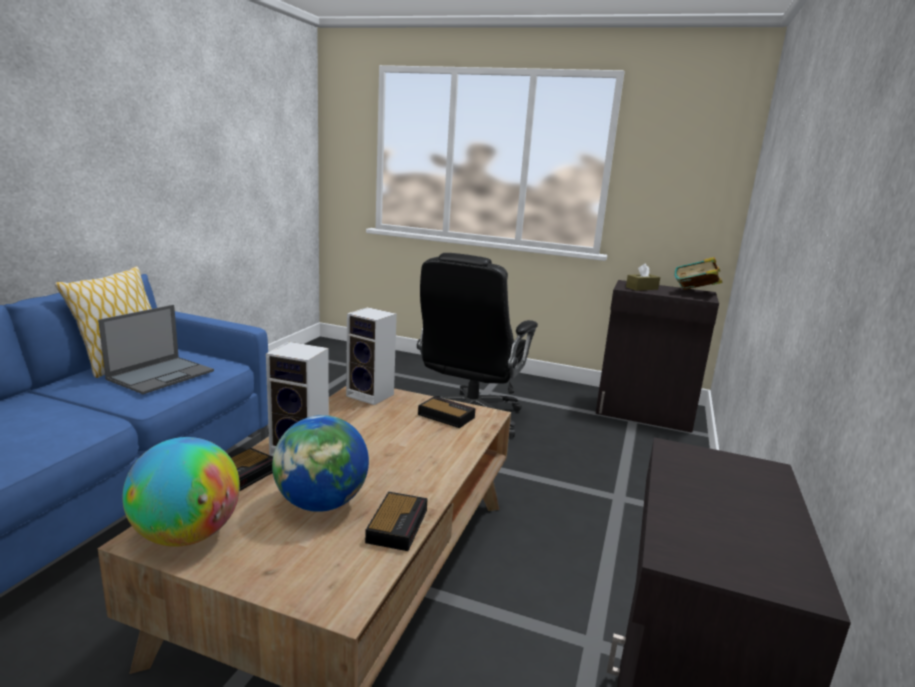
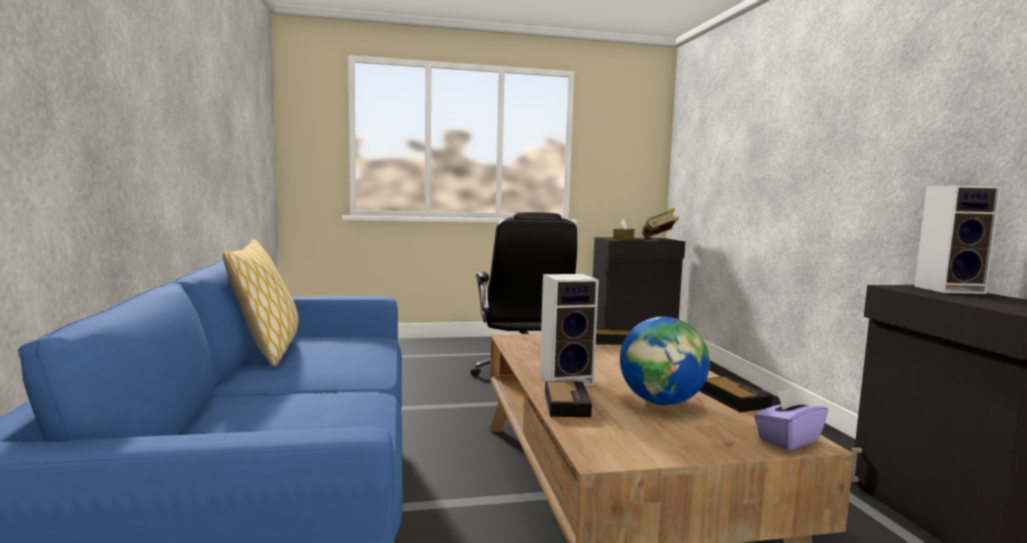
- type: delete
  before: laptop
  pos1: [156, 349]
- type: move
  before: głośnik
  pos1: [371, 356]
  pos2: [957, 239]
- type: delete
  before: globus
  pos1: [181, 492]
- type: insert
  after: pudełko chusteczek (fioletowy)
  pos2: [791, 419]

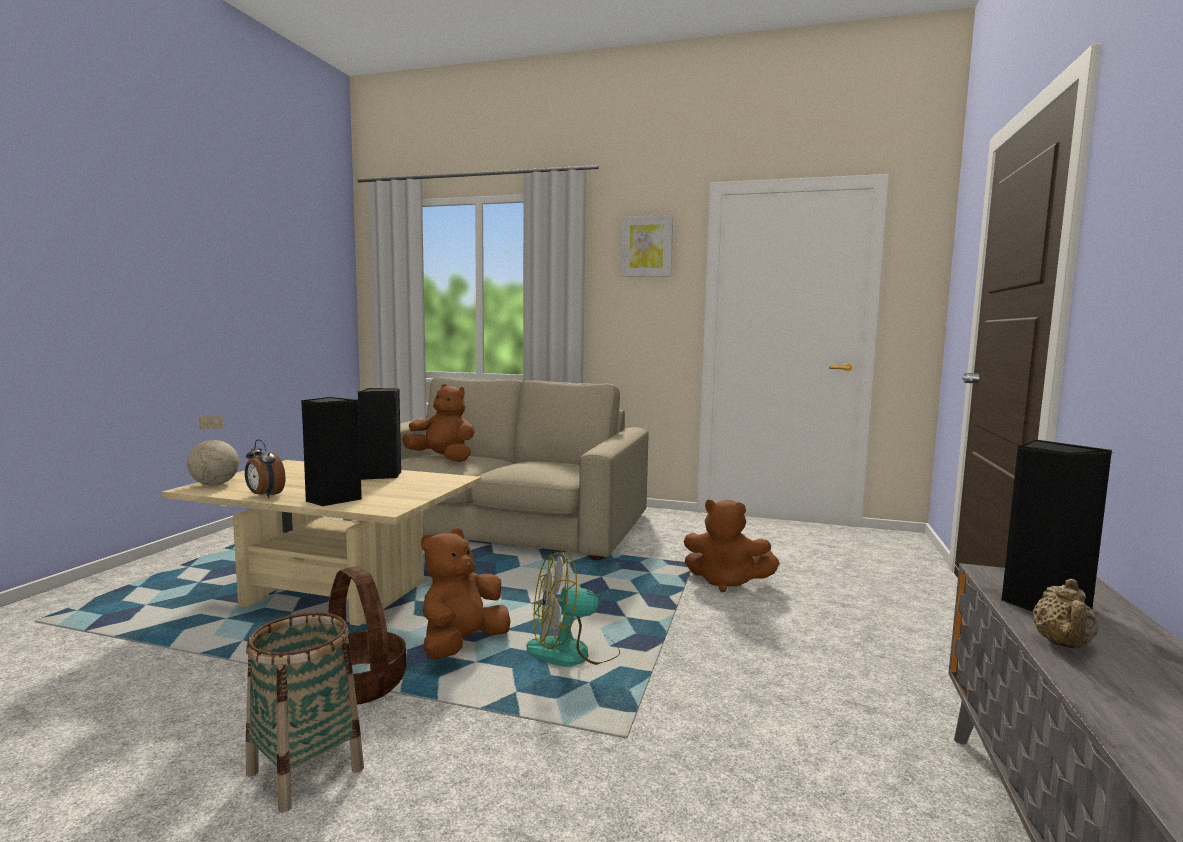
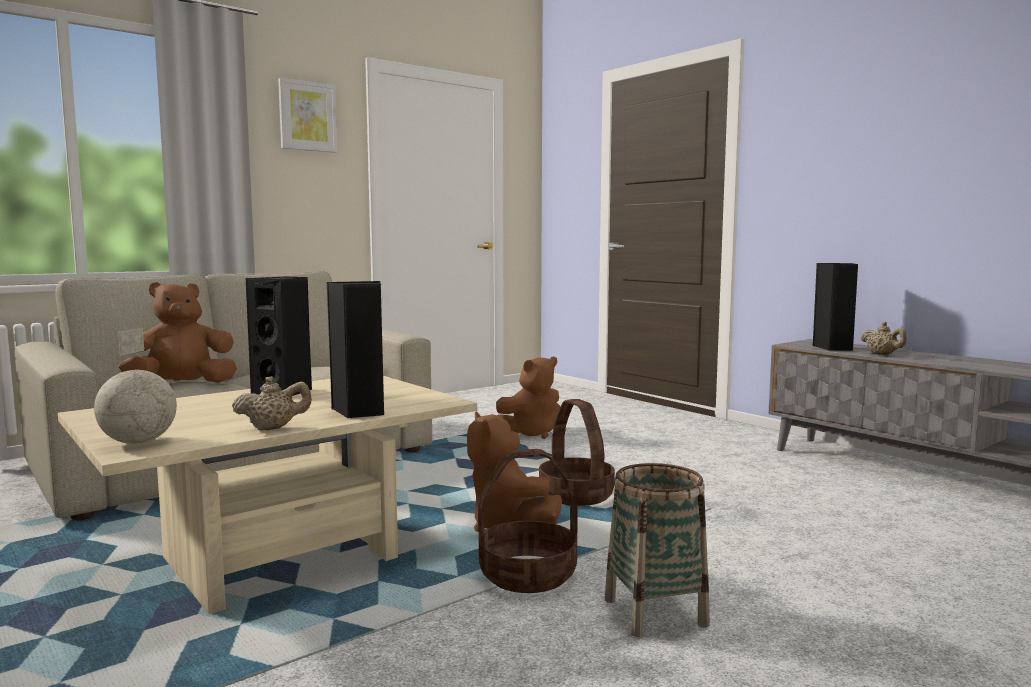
- type: replace
  before: budzik
  after: imbryk (beżowy)
  pos1: [265, 468]
  pos2: [272, 403]
- type: replace
  before: wentylator
  after: koszyk
  pos1: [573, 609]
  pos2: [577, 452]

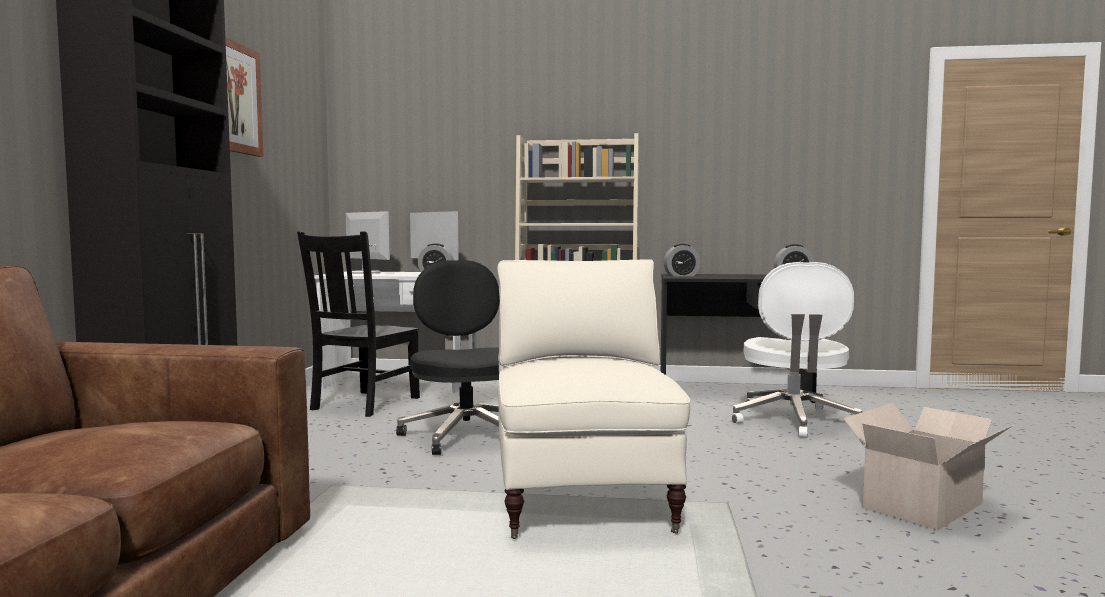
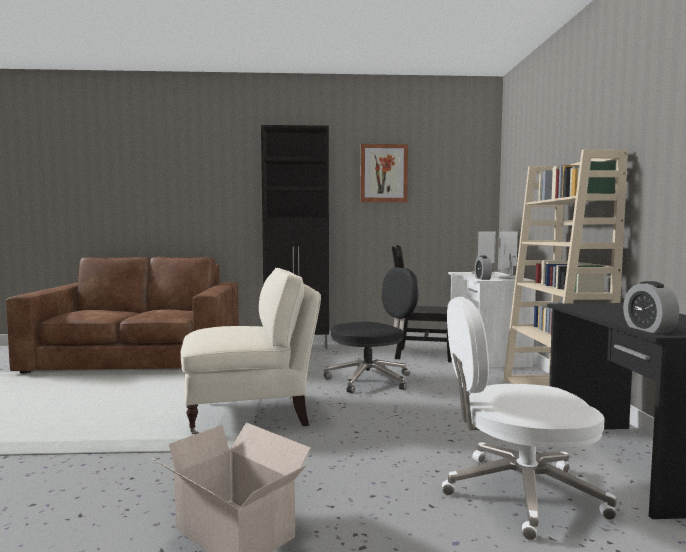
- type: delete
  before: budzik
  pos1: [682, 260]

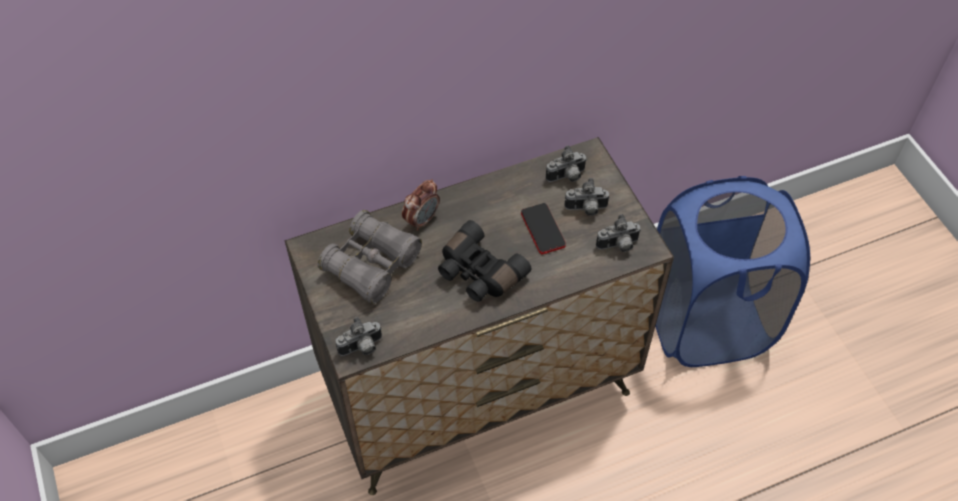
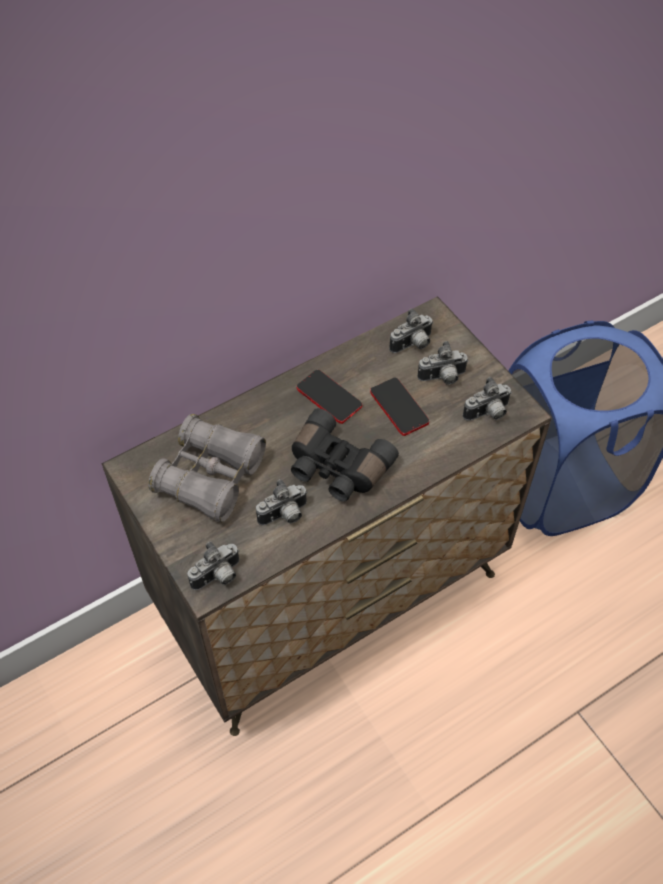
- type: delete
  before: budzik
  pos1: [421, 205]
- type: insert
  after: telefon
  pos2: [329, 397]
- type: insert
  after: aparat fotograficzny
  pos2: [282, 502]

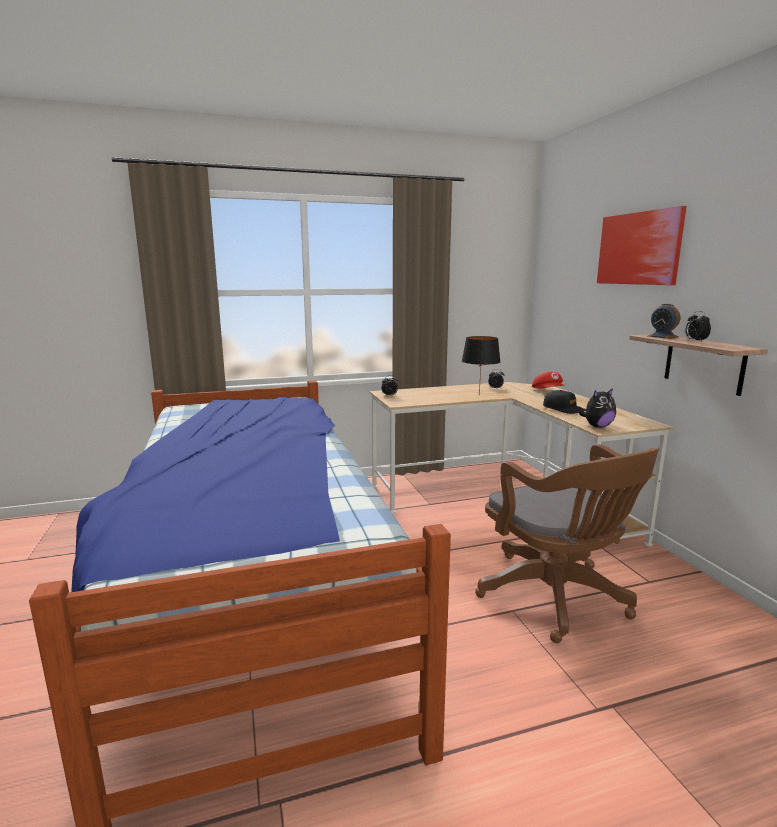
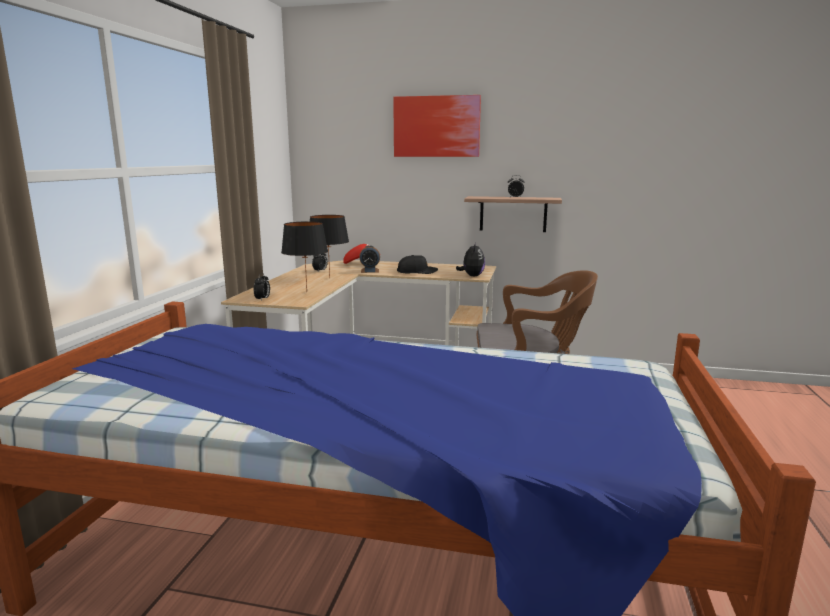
- type: move
  before: budzik
  pos1: [663, 321]
  pos2: [369, 259]
- type: insert
  after: lampa stołowa (czarny)
  pos2: [304, 256]

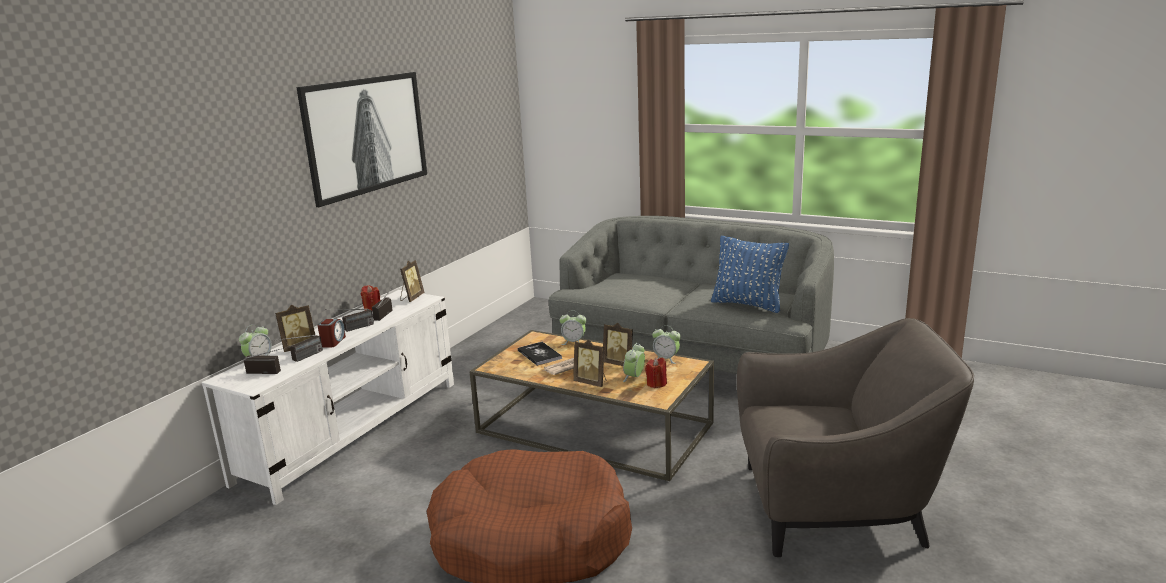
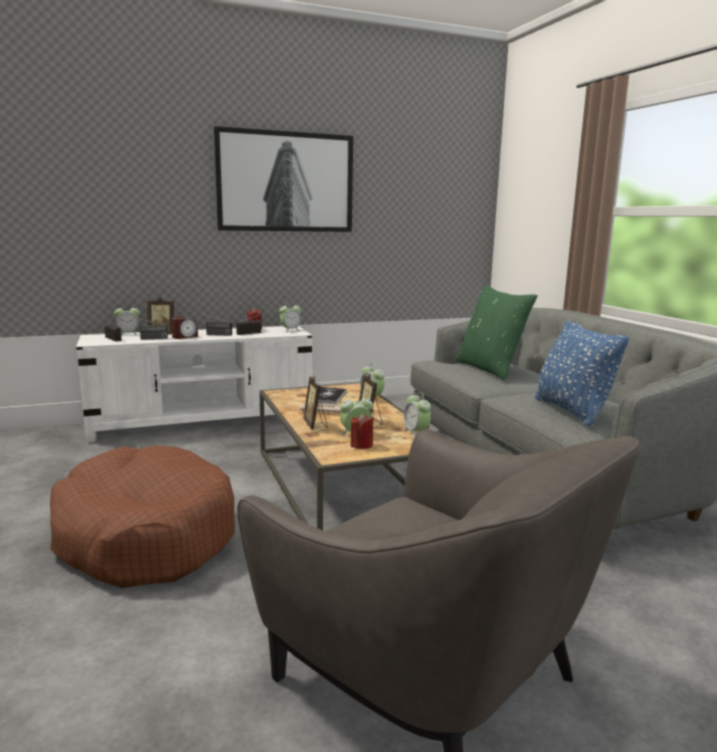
- type: replace
  before: ramka na zdjęcie
  after: budzik
  pos1: [412, 281]
  pos2: [290, 317]
- type: insert
  after: poduszka (zielony)
  pos2: [496, 332]

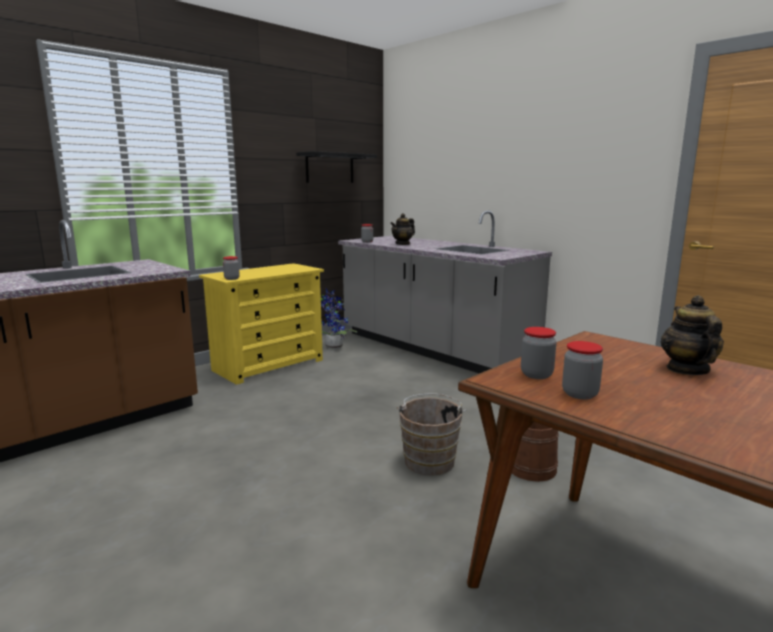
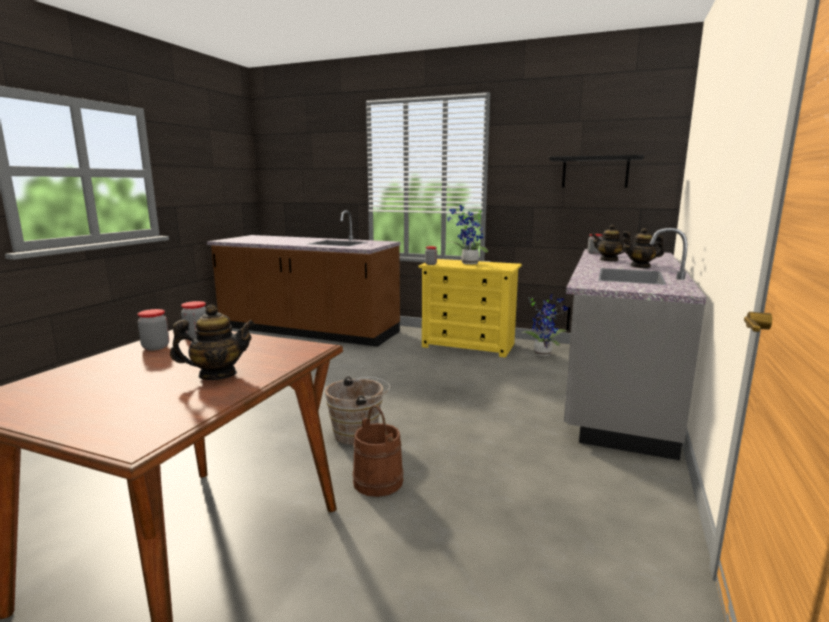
- type: insert
  after: roślina doniczkowa
  pos2: [466, 234]
- type: insert
  after: imbryk
  pos2: [643, 248]

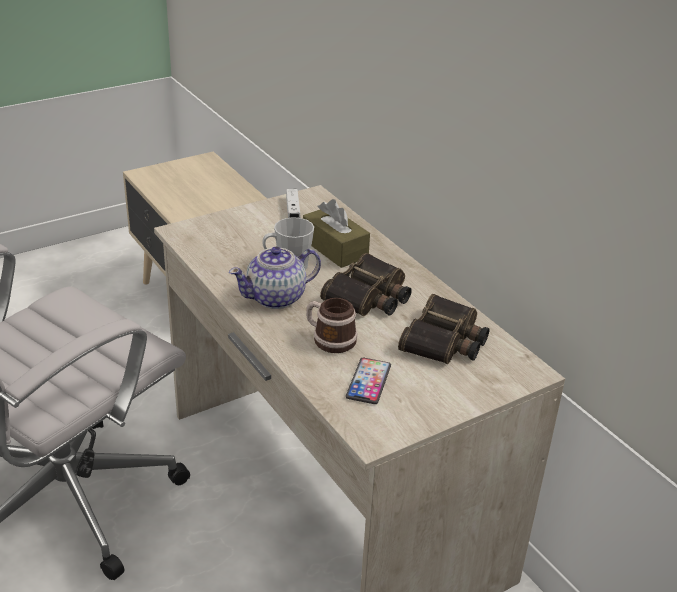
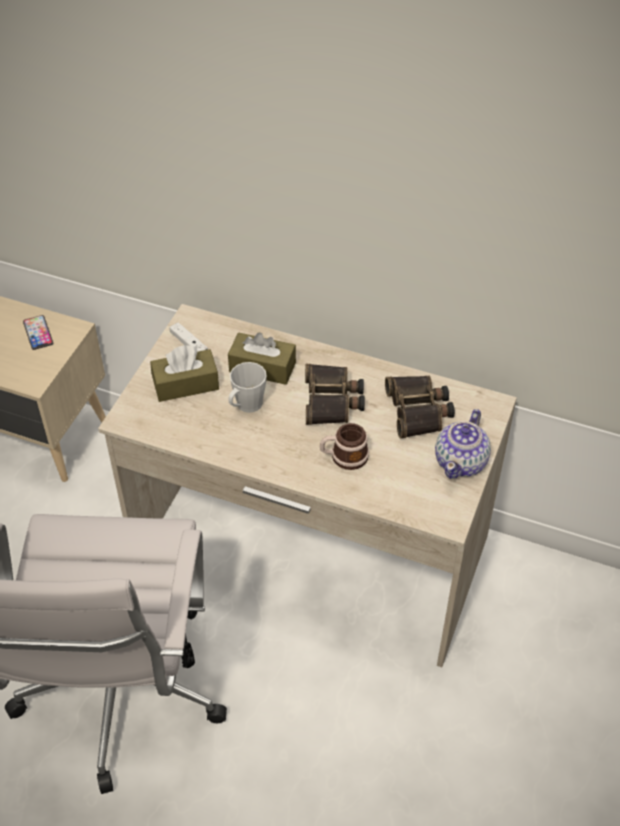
- type: move
  before: imbryk
  pos1: [275, 278]
  pos2: [463, 444]
- type: move
  before: telefon
  pos1: [368, 381]
  pos2: [38, 332]
- type: insert
  after: pudełko chusteczek (brązowy)
  pos2: [184, 373]

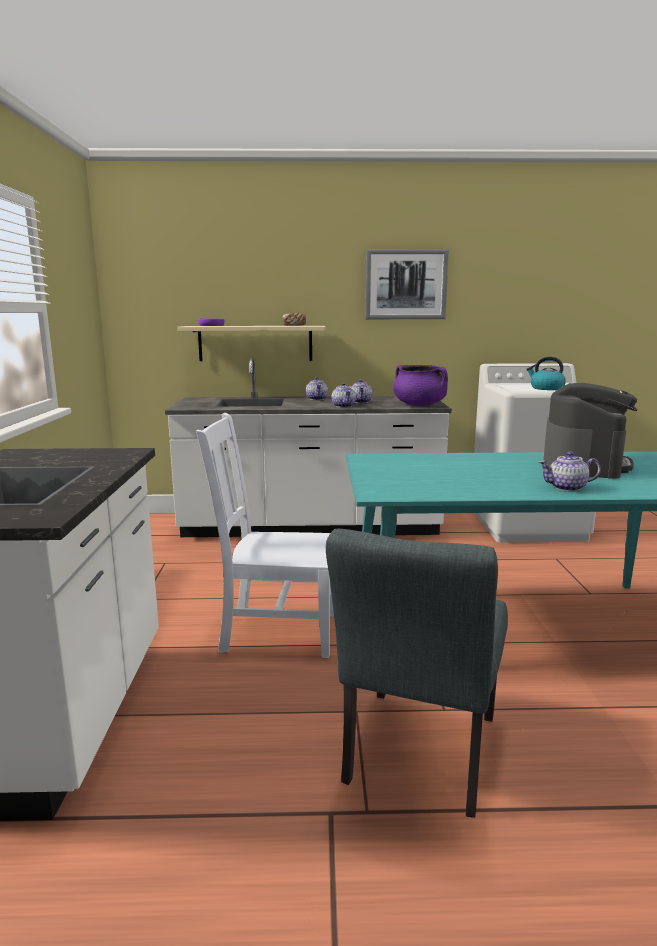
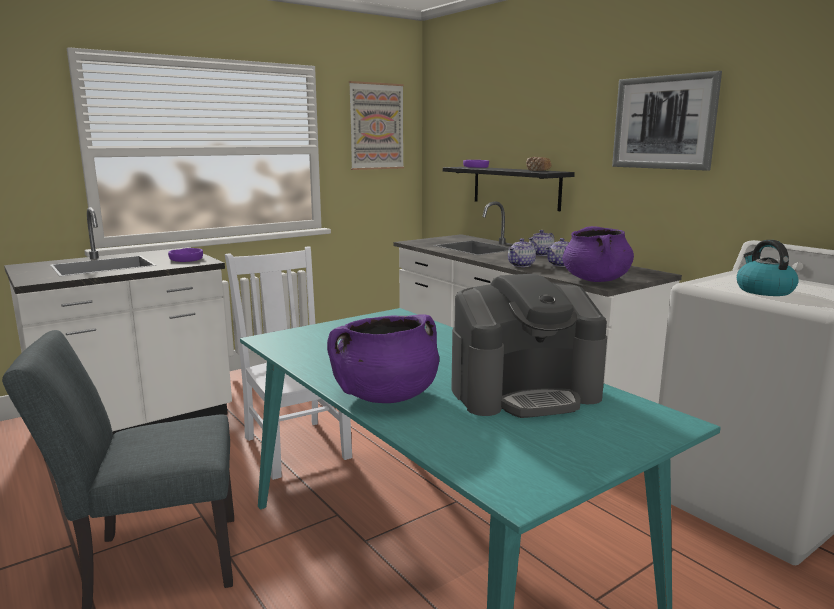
- type: recolor
  before: półka (beżowy)
  after: półka (czarny)
  pos1: [251, 343]
  pos2: [509, 189]
- type: replace
  before: imbryk
  after: garnek (fioletowy)
  pos1: [569, 471]
  pos2: [383, 358]
- type: insert
  after: obraz
  pos2: [376, 125]
- type: insert
  after: miska (fioletowy)
  pos2: [185, 255]

